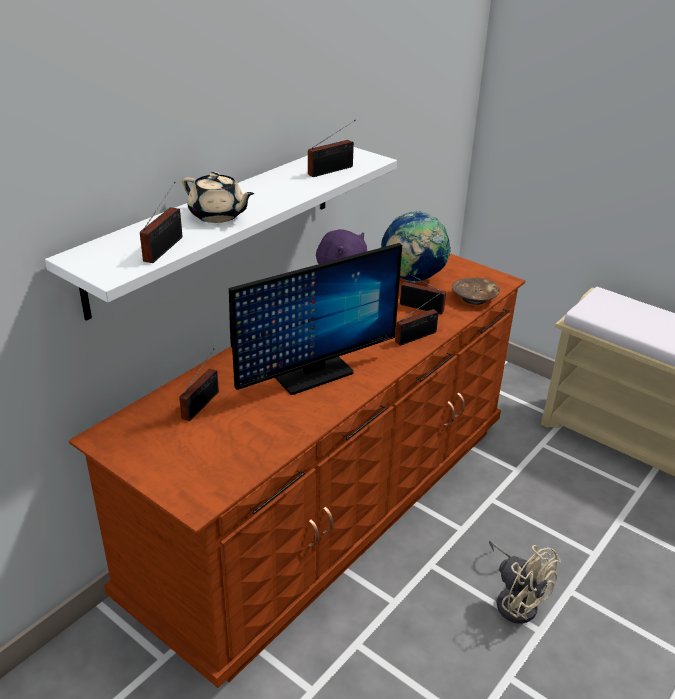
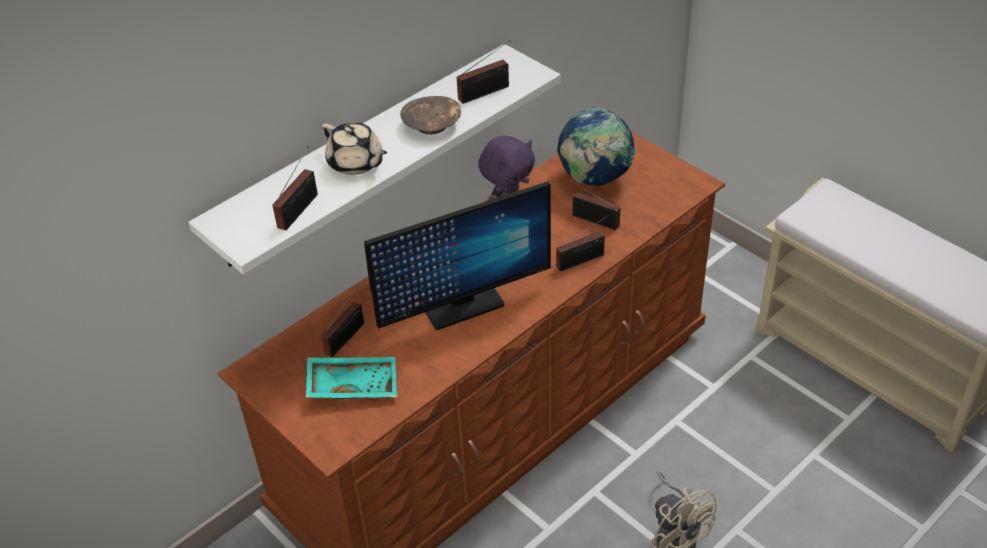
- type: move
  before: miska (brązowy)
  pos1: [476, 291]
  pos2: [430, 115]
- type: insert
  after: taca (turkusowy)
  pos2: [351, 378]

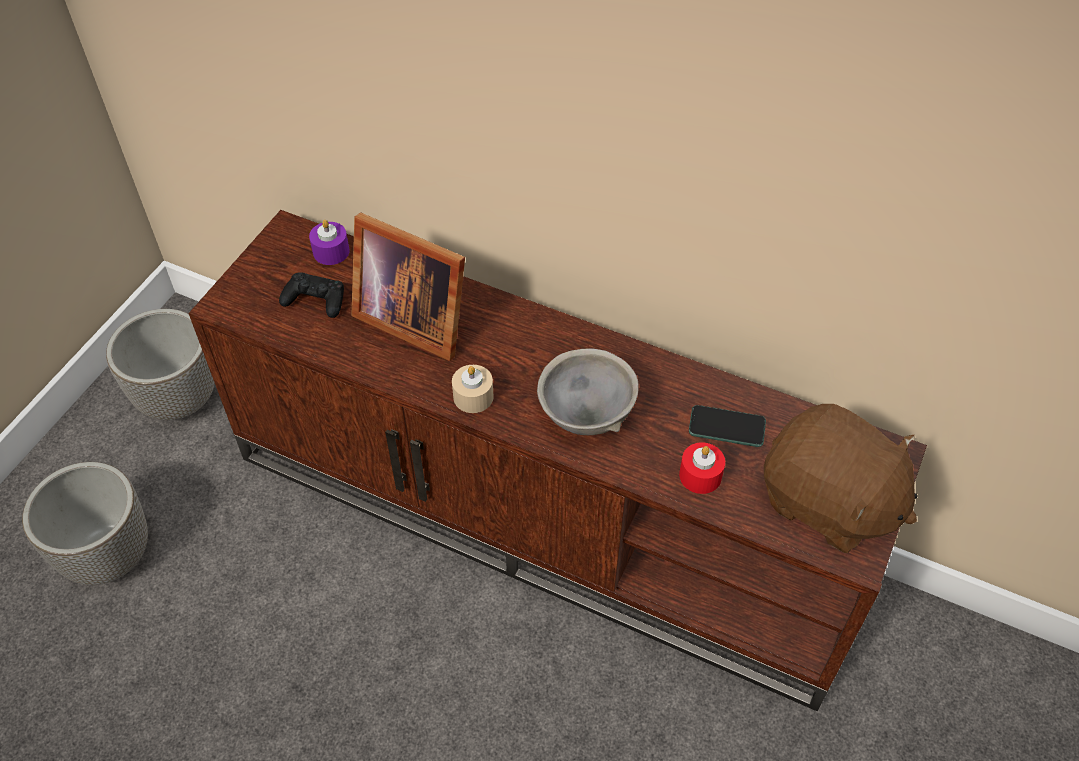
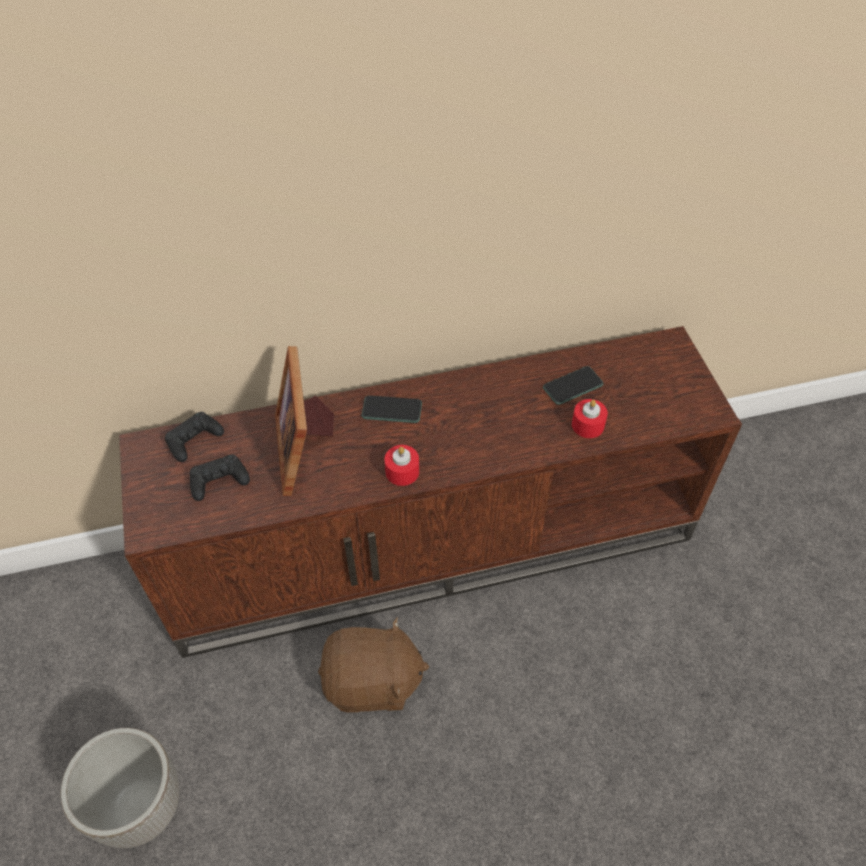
- type: rotate
  before: ramka na zdjęcie
  pos1: [408, 287]
  pos2: [304, 421]
  turn: 90
- type: replace
  before: świeca (fioletowy)
  after: pad do gier (czarny)
  pos1: [329, 242]
  pos2: [194, 437]
- type: delete
  before: donica
  pos1: [160, 364]
- type: delete
  before: miska (szary)
  pos1: [588, 391]
- type: recolor
  before: świeca (beżowy)
  after: świeca (czerwony)
  pos1: [473, 389]
  pos2: [402, 465]
- type: move
  before: pluszak (brązowy)
  pos1: [841, 478]
  pos2: [373, 665]
- type: insert
  after: telefon
  pos2: [392, 409]

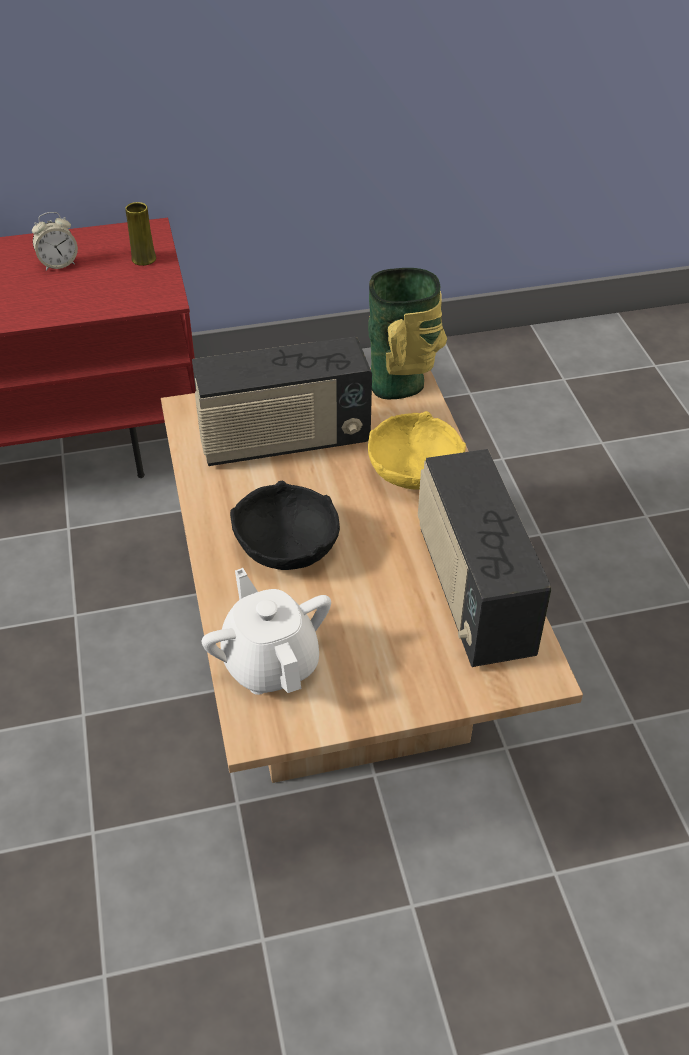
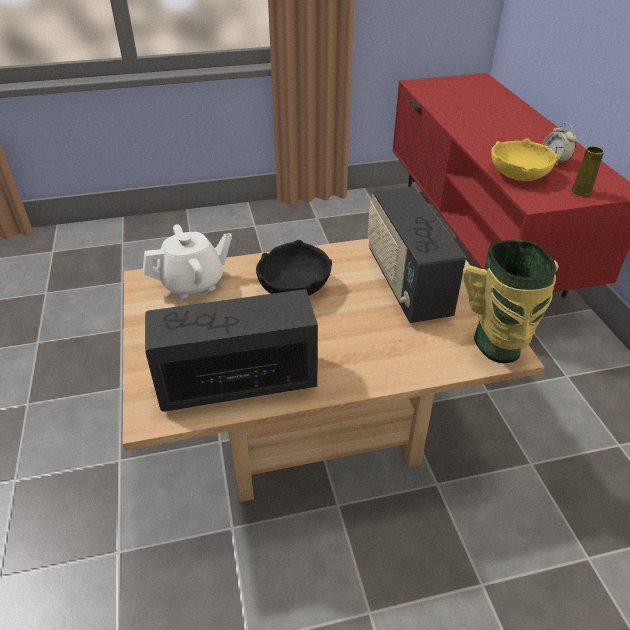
- type: move
  before: miska (żółty)
  pos1: [417, 450]
  pos2: [524, 159]

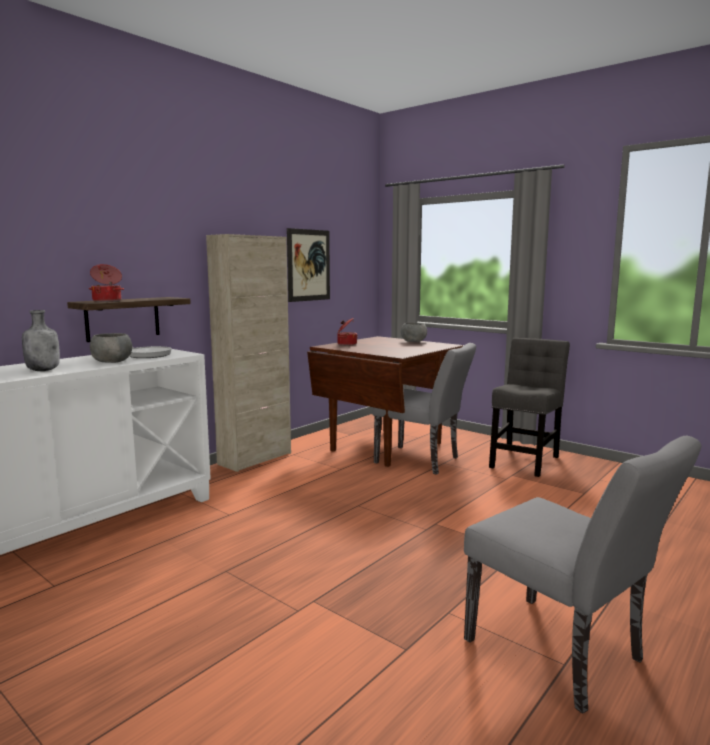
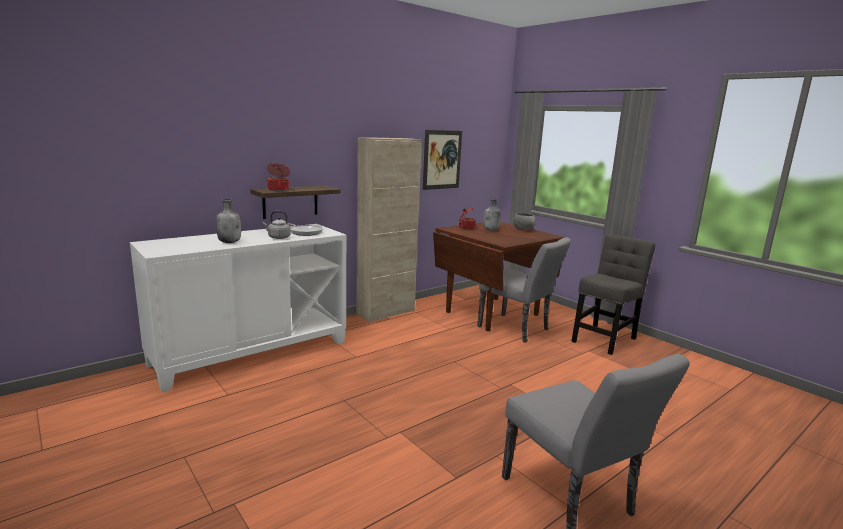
- type: replace
  before: miska (szary)
  after: czajnik (szary)
  pos1: [111, 348]
  pos2: [276, 225]
- type: insert
  after: butelka (szary)
  pos2: [492, 214]

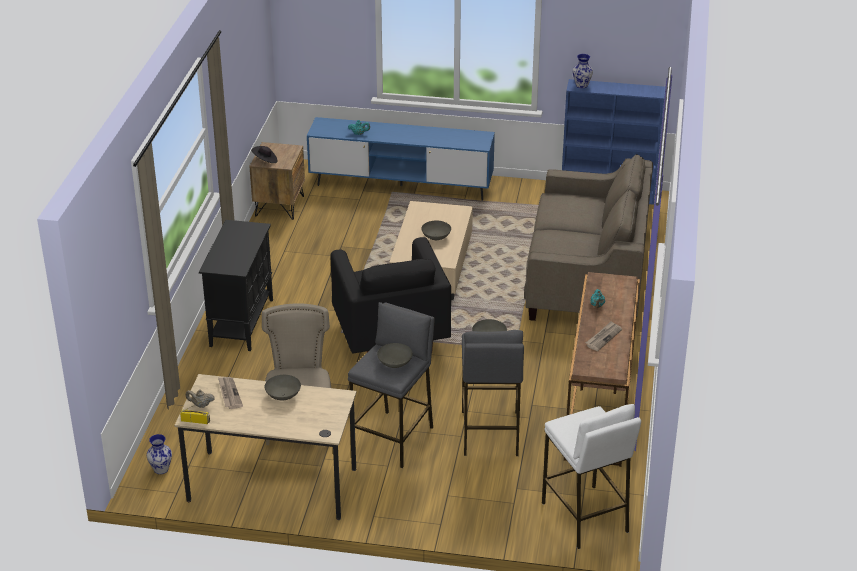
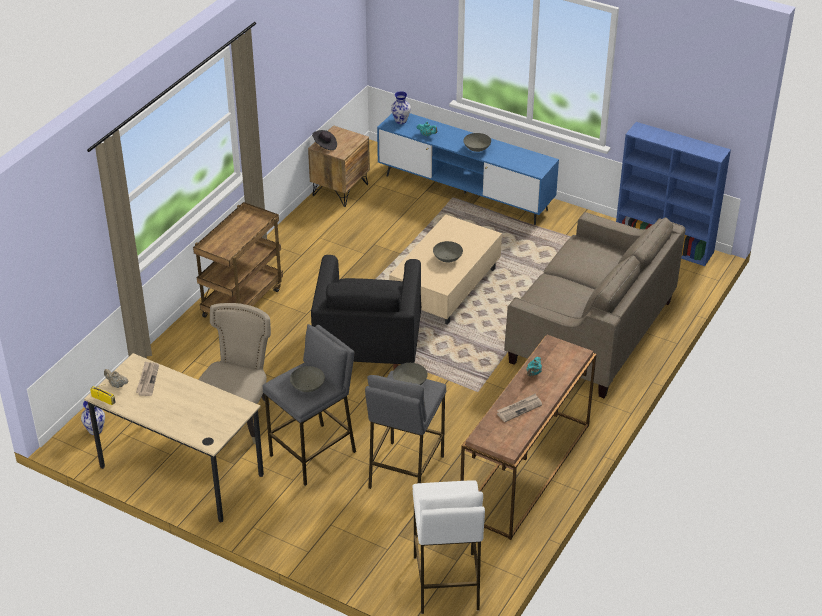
- type: move
  before: wazon
  pos1: [583, 71]
  pos2: [401, 107]
- type: replace
  before: szafka (czarny)
  after: wózek (brązowy)
  pos1: [236, 285]
  pos2: [238, 260]
- type: move
  before: miska (szary)
  pos1: [283, 388]
  pos2: [477, 142]

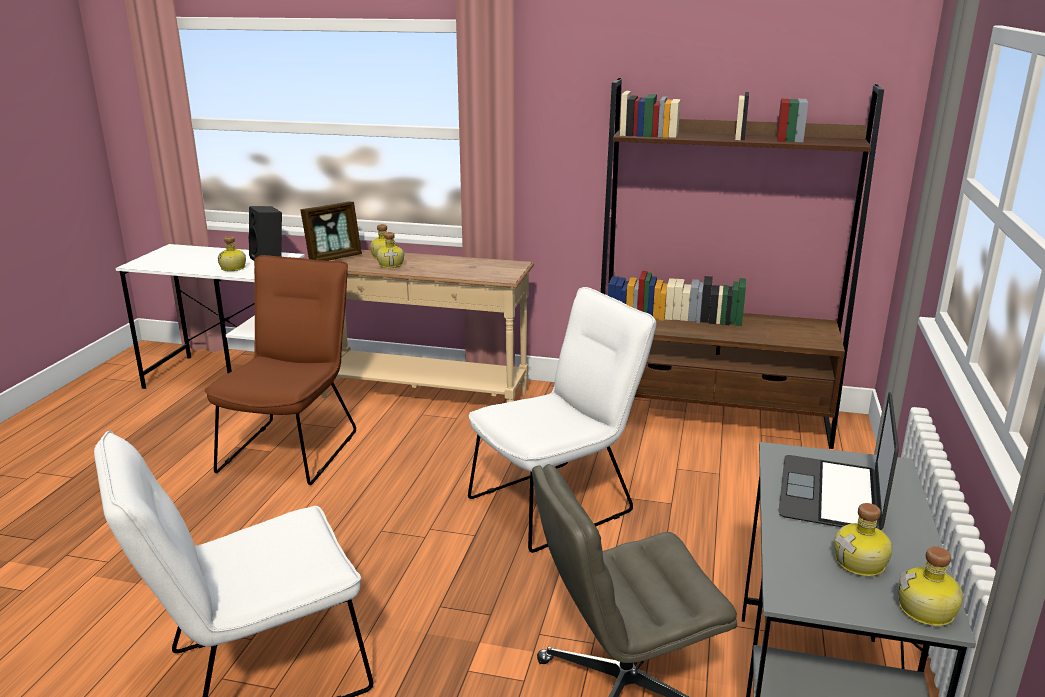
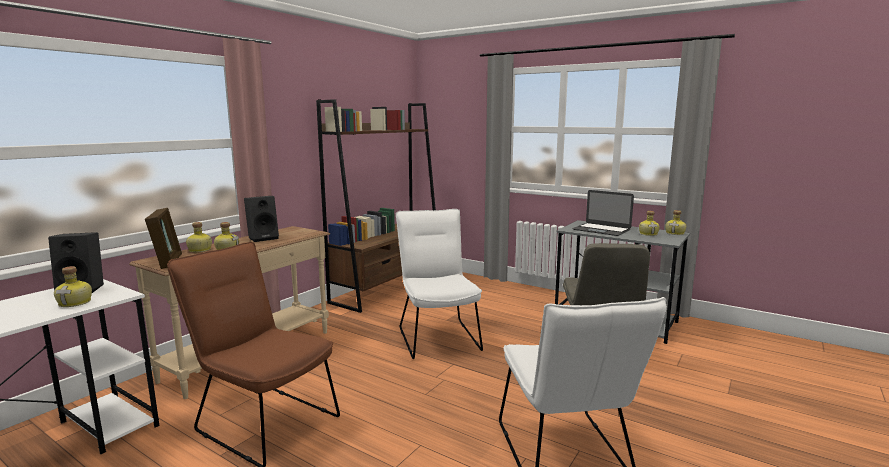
- type: insert
  after: głośnik (czarny)
  pos2: [261, 219]

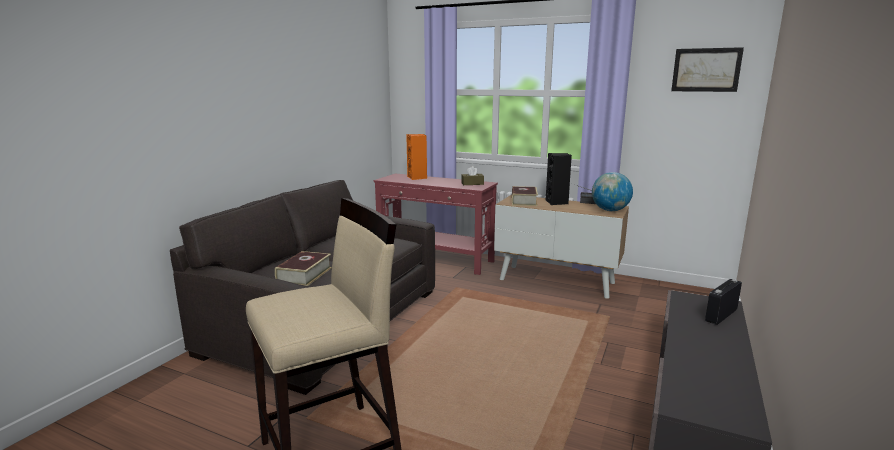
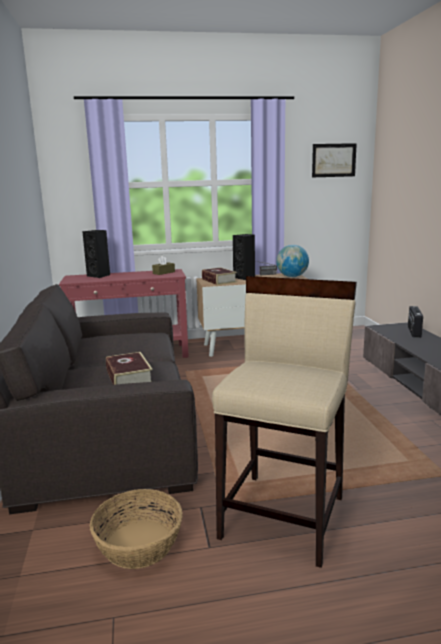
- type: recolor
  before: głośnik (pomarańczowy)
  after: głośnik (czarny)
  pos1: [416, 157]
  pos2: [96, 254]
- type: insert
  after: koszyk
  pos2: [136, 529]

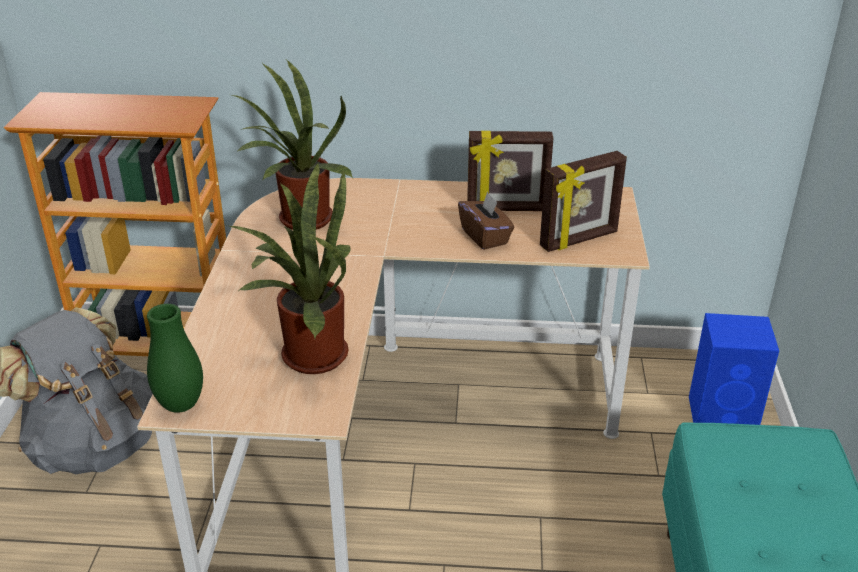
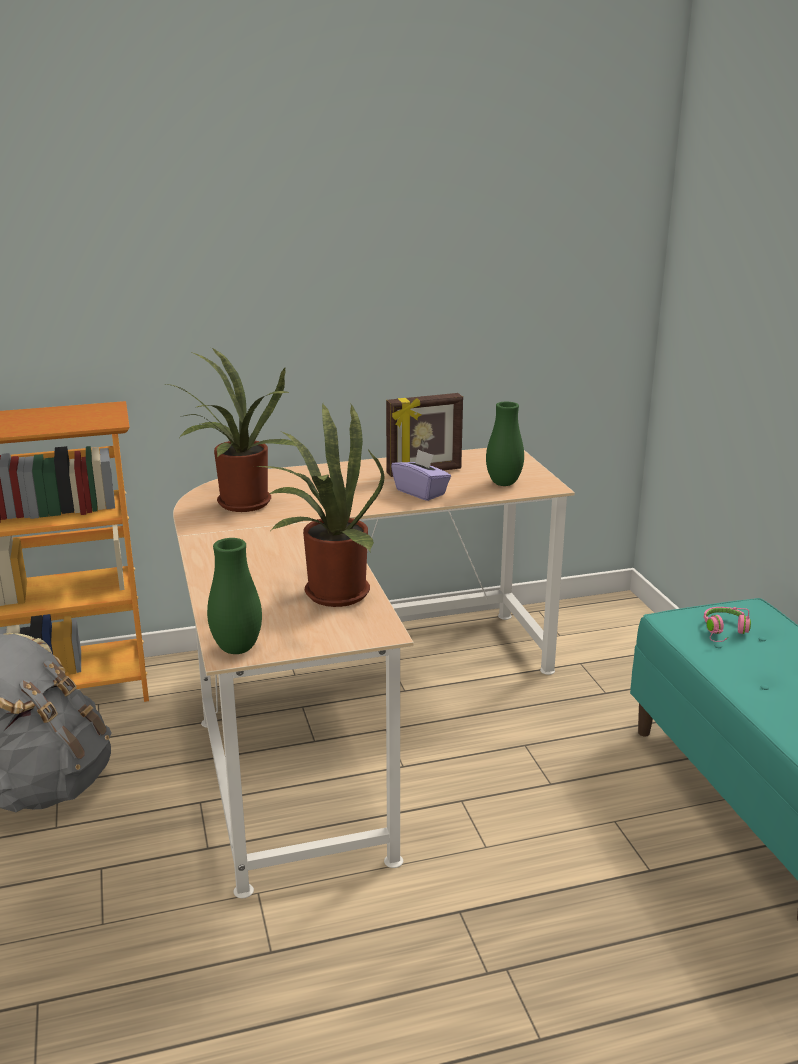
- type: replace
  before: ramka na zdjęcie
  after: wazon (zielony)
  pos1: [583, 201]
  pos2: [505, 444]
- type: recolor
  before: pudełko chusteczek (brązowy)
  after: pudełko chusteczek (fioletowy)
  pos1: [486, 220]
  pos2: [421, 475]
- type: delete
  before: głośnik (niebieski)
  pos1: [734, 369]
- type: insert
  after: słuchawki (różowy)
  pos2: [727, 624]

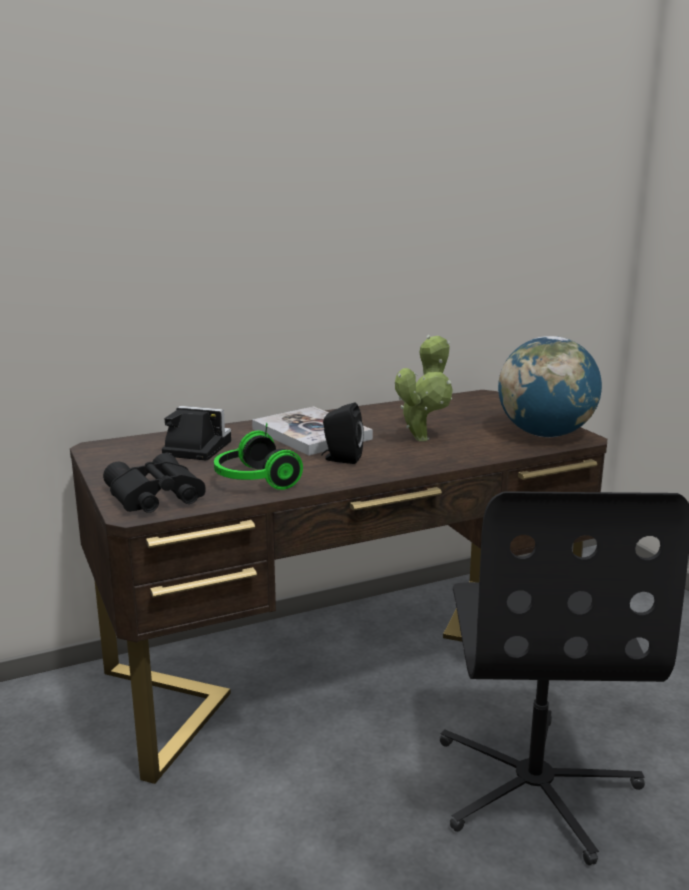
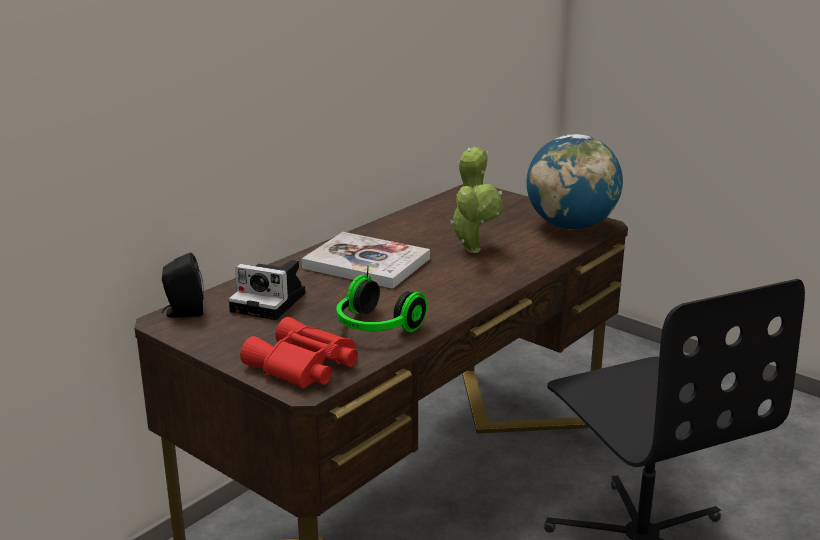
- type: move
  before: głośnik (czarny)
  pos1: [342, 433]
  pos2: [183, 285]
- type: rotate
  before: aparat fotograficzny
  pos1: [196, 433]
  pos2: [266, 290]
  turn: -150
- type: recolor
  before: lornetka (czarny)
  after: lornetka (czerwony)
  pos1: [154, 483]
  pos2: [299, 352]

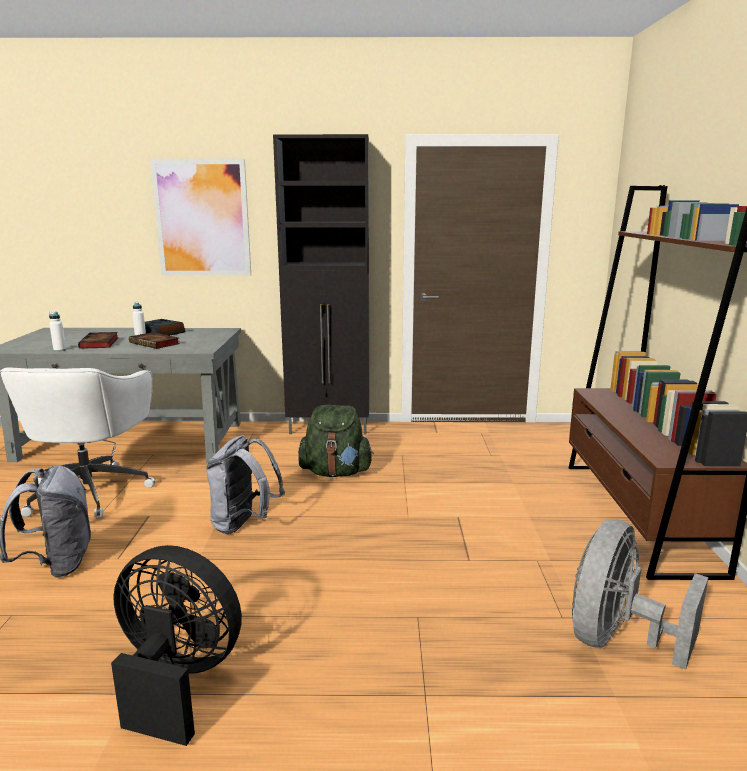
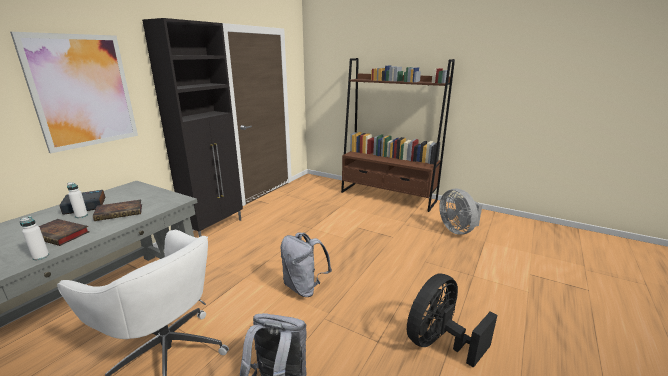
- type: delete
  before: plecak (zielony)
  pos1: [336, 441]

